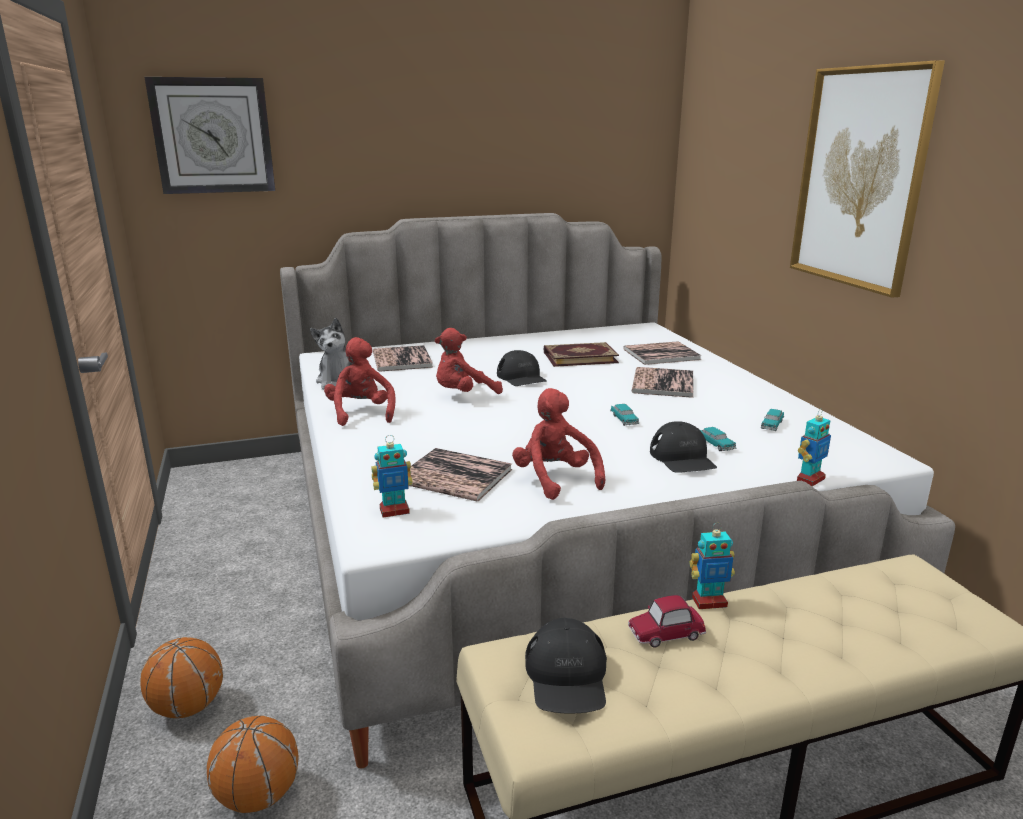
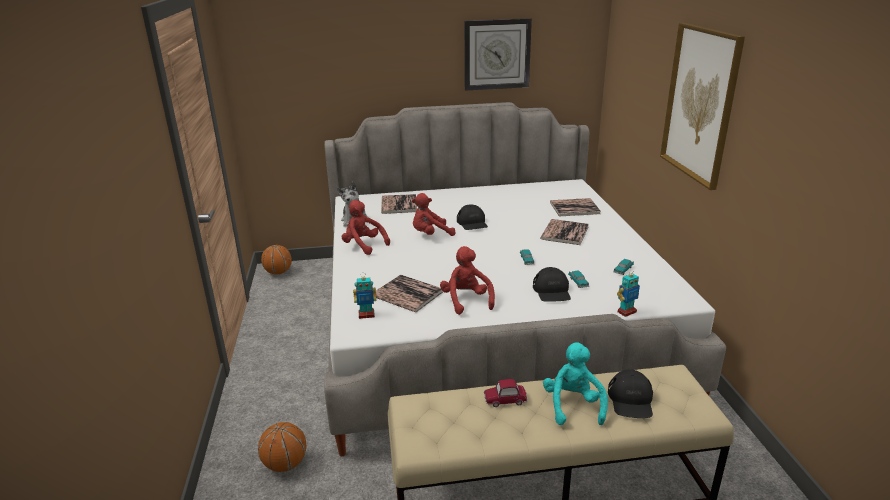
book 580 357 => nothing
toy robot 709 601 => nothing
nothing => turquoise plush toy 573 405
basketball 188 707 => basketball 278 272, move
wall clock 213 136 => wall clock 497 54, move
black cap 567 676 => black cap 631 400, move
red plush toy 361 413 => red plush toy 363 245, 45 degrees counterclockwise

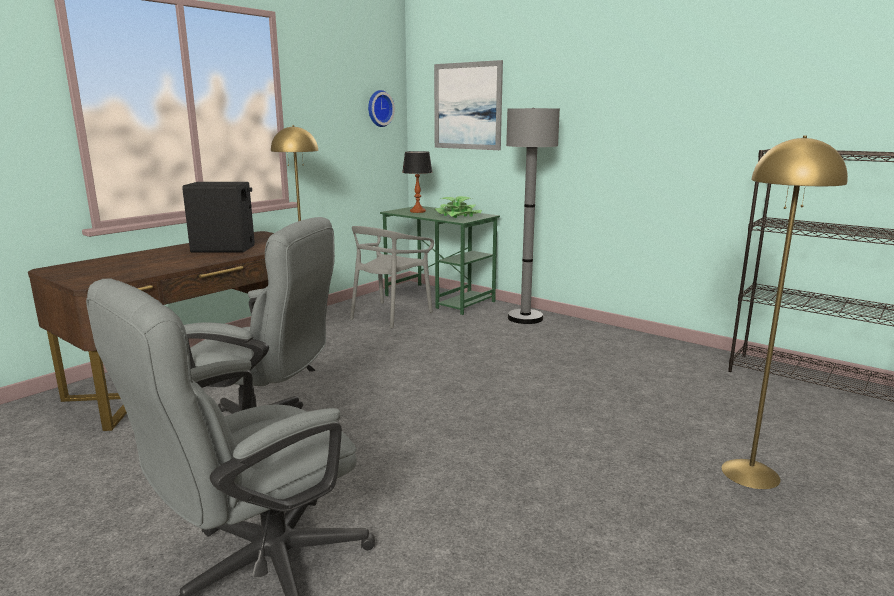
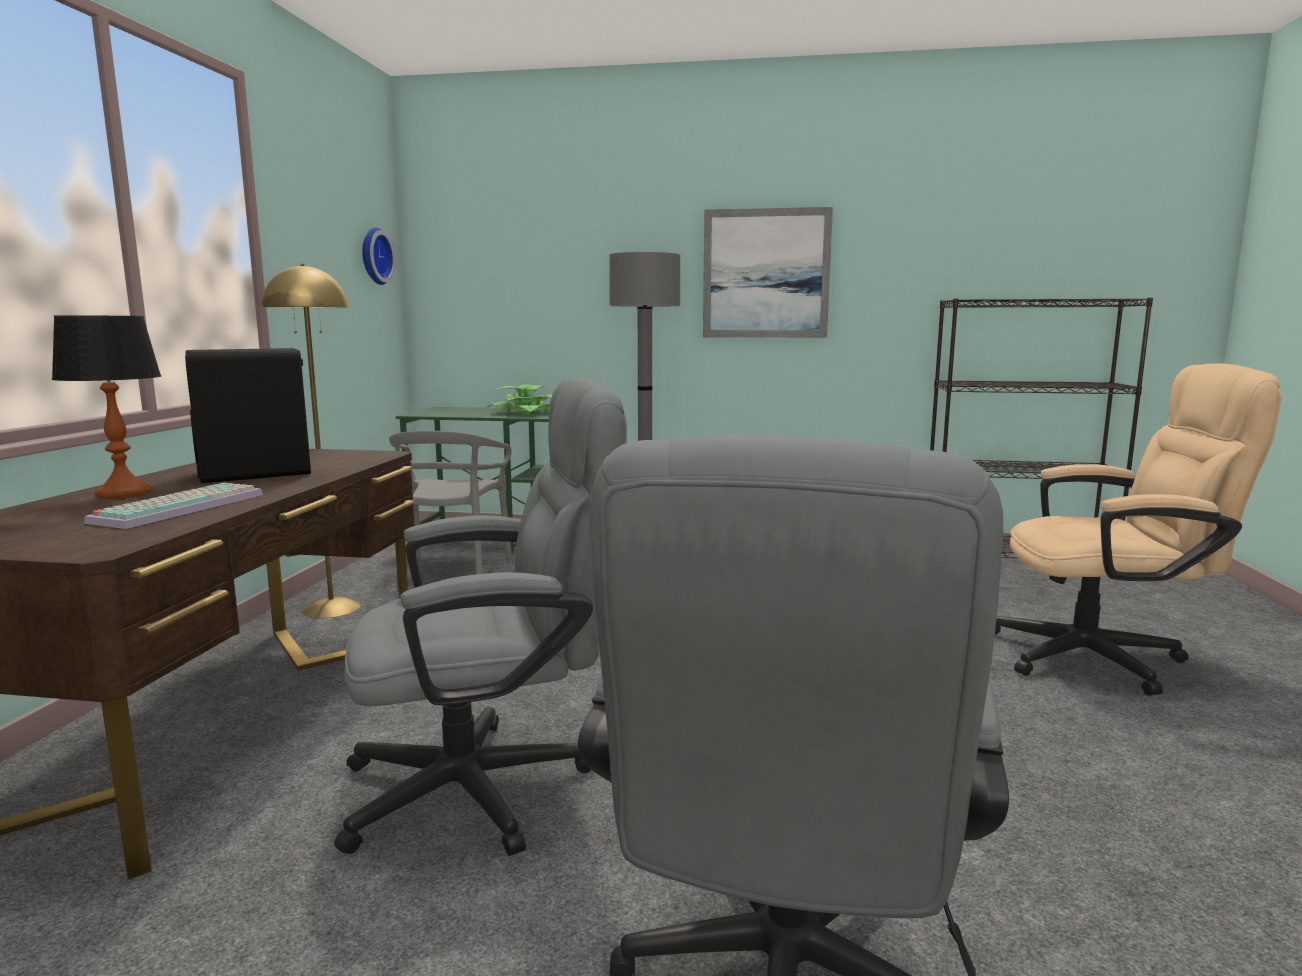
nothing => keyboard 180 507
table lamp 418 211 => table lamp 124 493, move
picture 467 106 => picture 766 274, move
yellow floor lamp 750 473 => beige office chair 1104 658

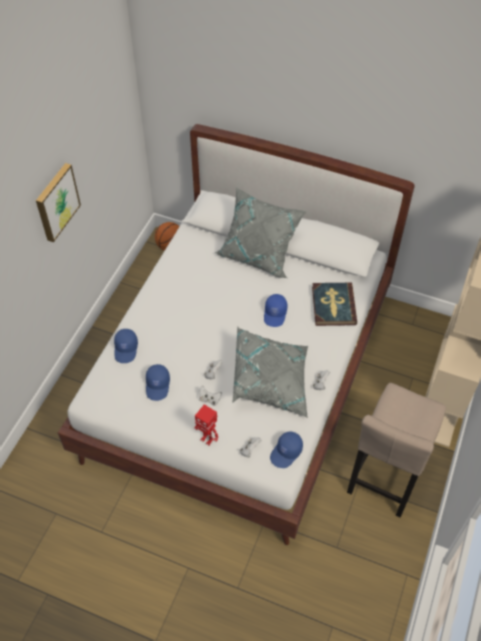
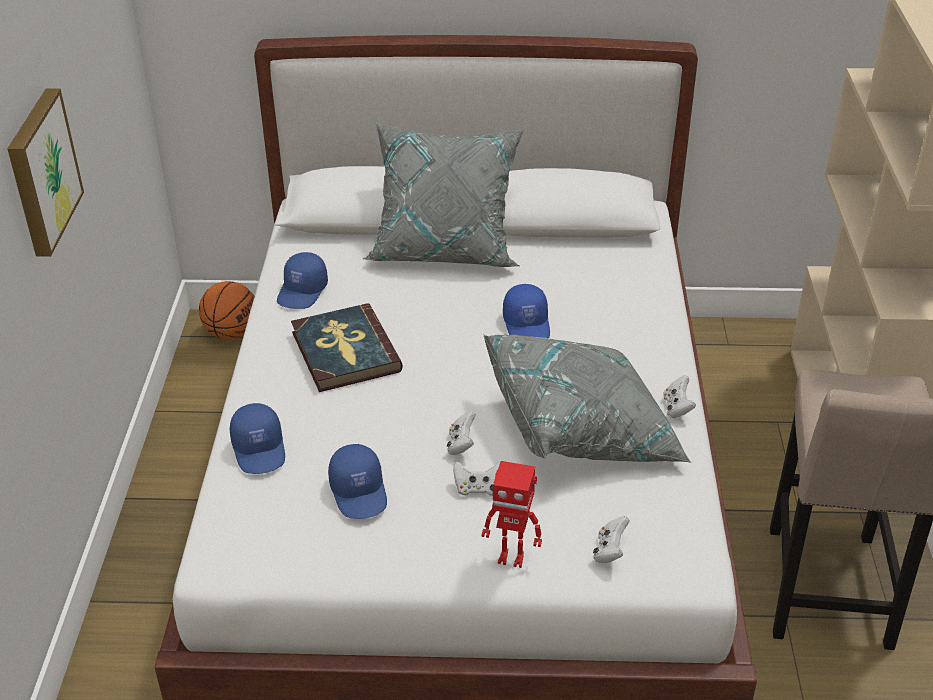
blue cap 286 453 => blue cap 303 292, move
book 333 306 => book 345 352, move

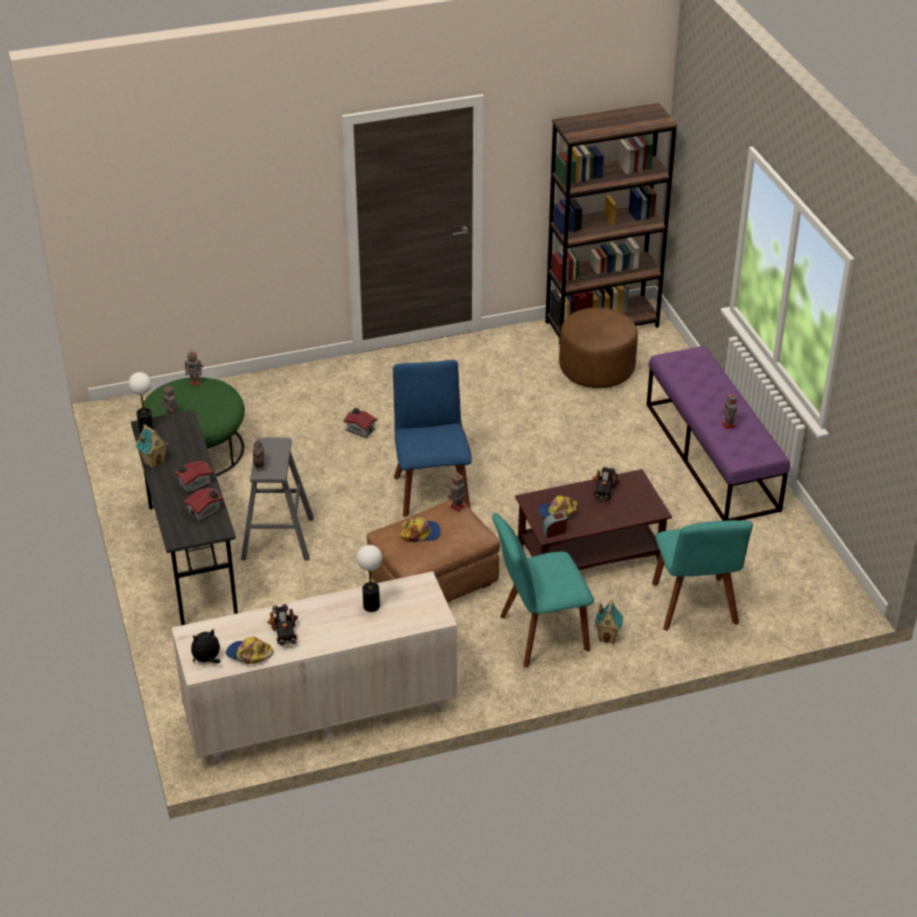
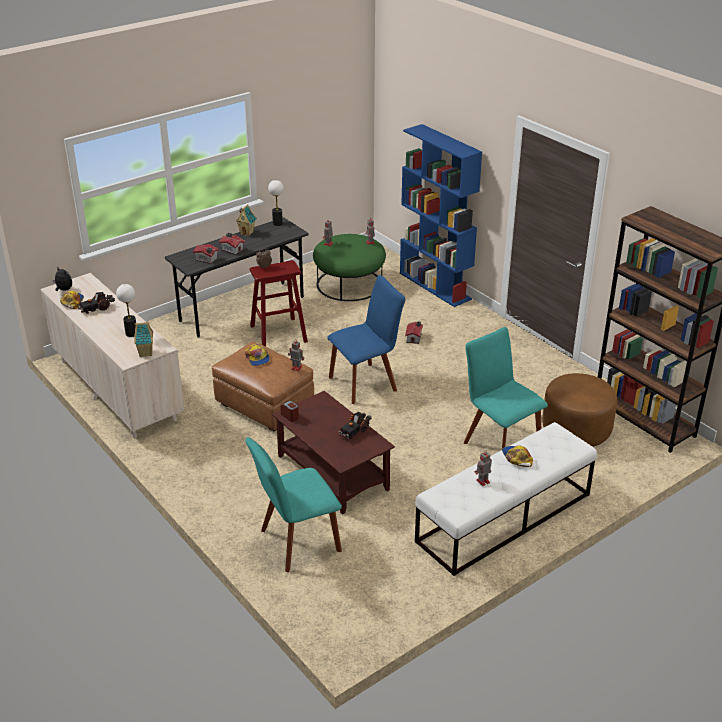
nothing => blue bookcase 435 286
turquoise chair 539 635 => turquoise chair 499 442, move
cap 557 511 => cap 516 458, move
toy house 608 637 => toy house 146 353, move
grey stool 277 538 => red stool 278 334
purple bench 711 457 => white bench 504 518
toy truck 604 490 => toy truck 354 431, 45 degrees counterclockwise

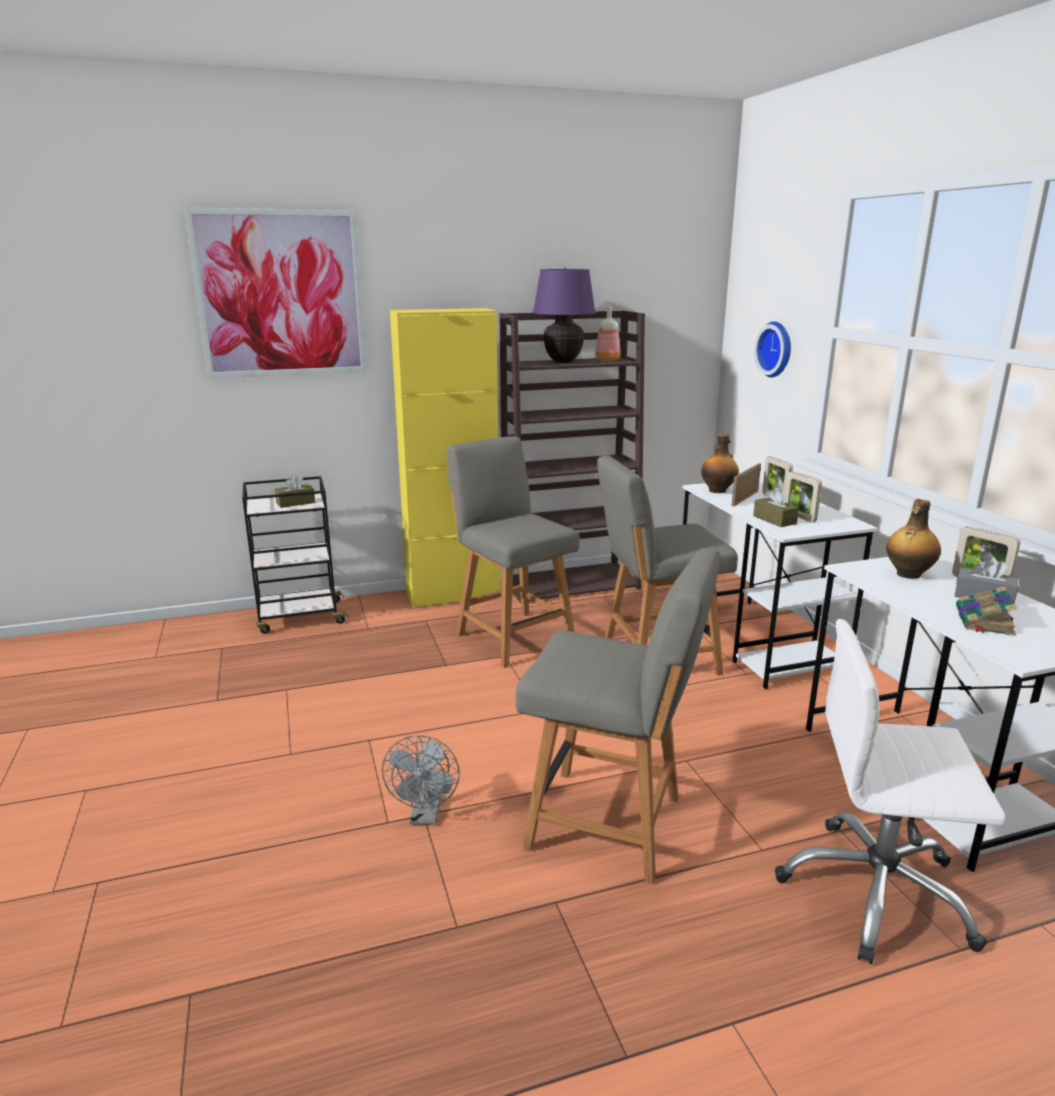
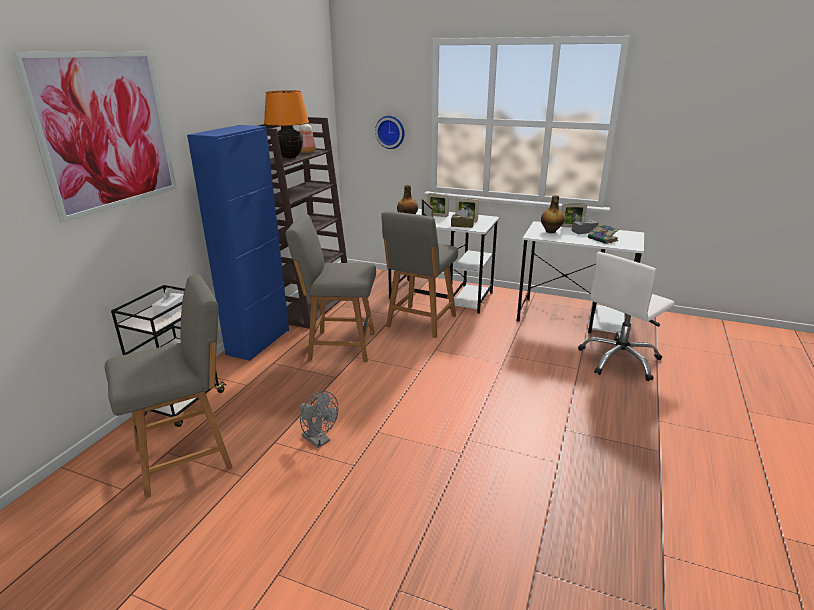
grey fan 425 816 => grey fan 319 441, move
grey chair 610 824 => grey chair 187 456, move
brown tissue box 295 503 => white tissue box 170 311
yellow cabinet 453 595 => blue cabinet 258 342
purple table lamp 563 362 => orange table lamp 290 157

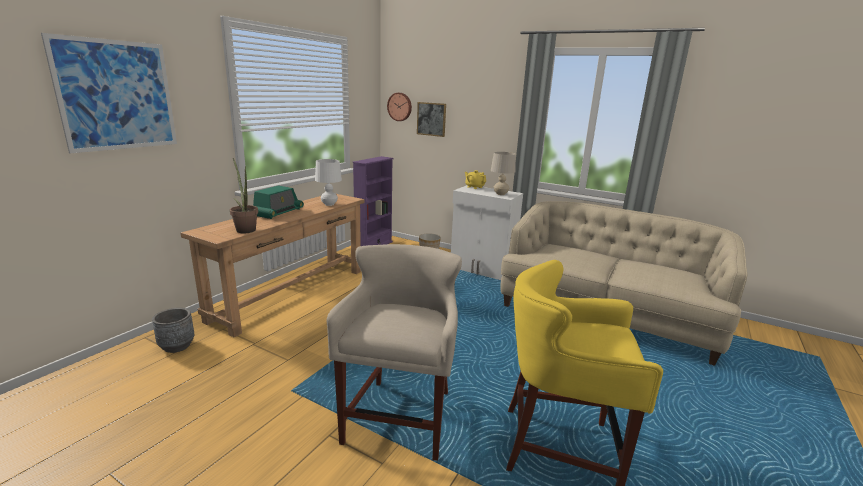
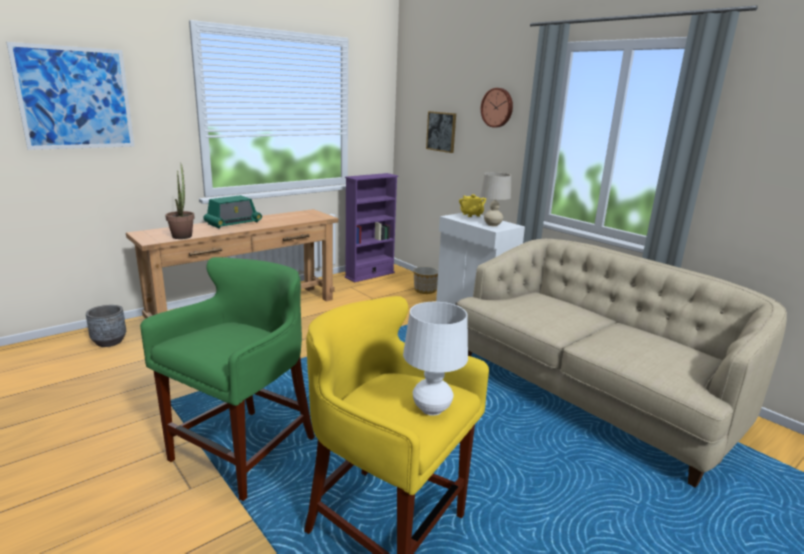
white table lamp 329 204 => white table lamp 431 409, move
wall clock 400 107 => wall clock 497 107, move
beige stool 400 419 => green stool 243 452

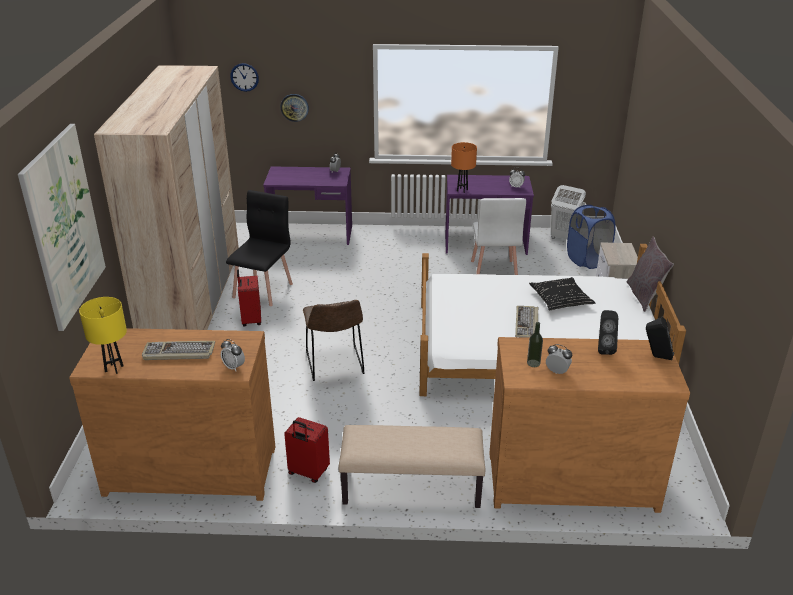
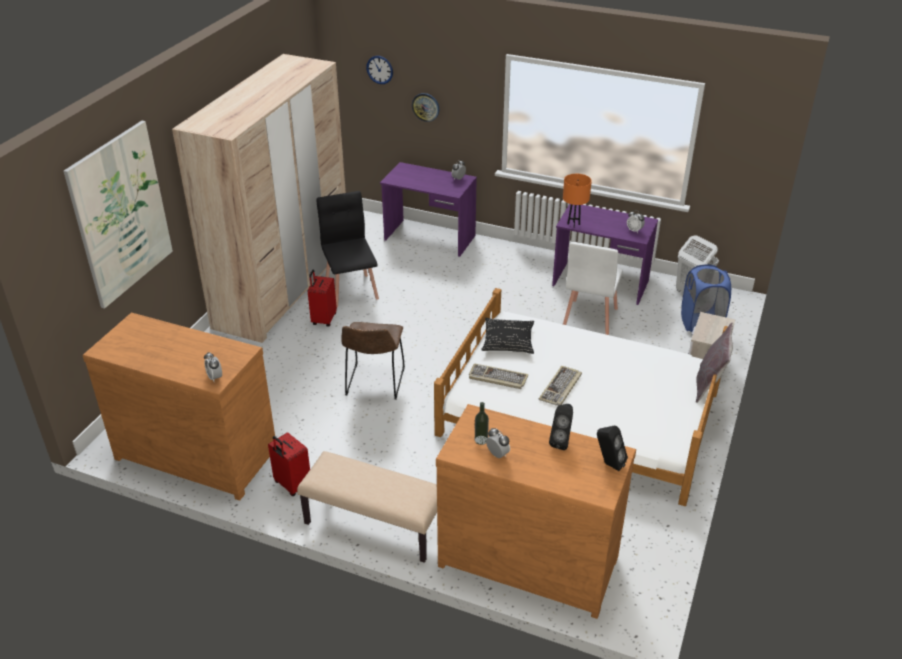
yellow table lamp 114 368 => nothing
keyboard 178 352 => keyboard 497 378, move
black pillow 560 299 => black pillow 508 341, move
black chair 263 290 => black chair 351 290, 60 degrees counterclockwise

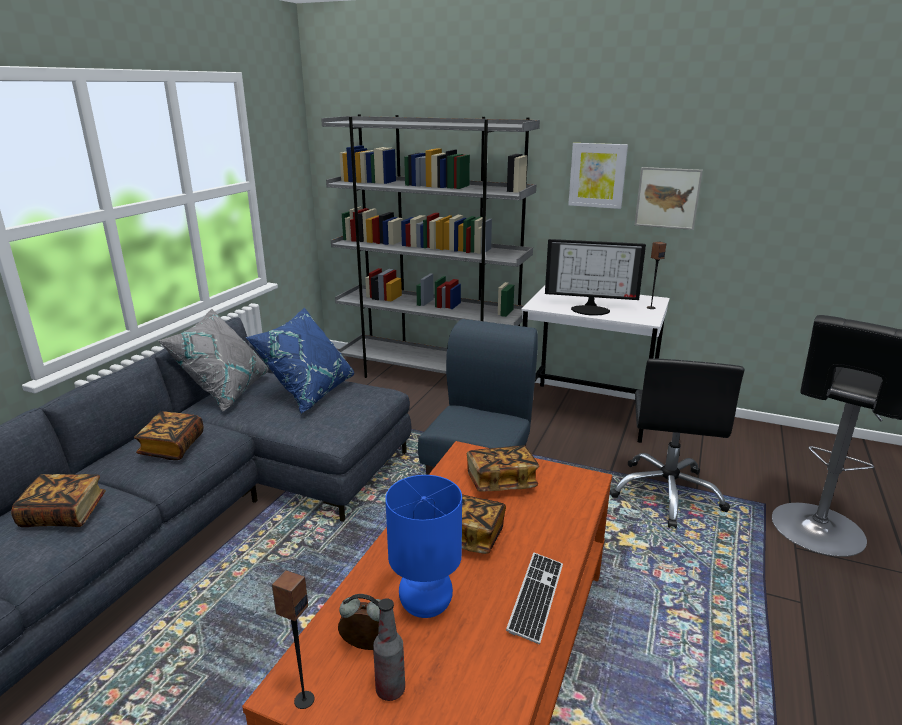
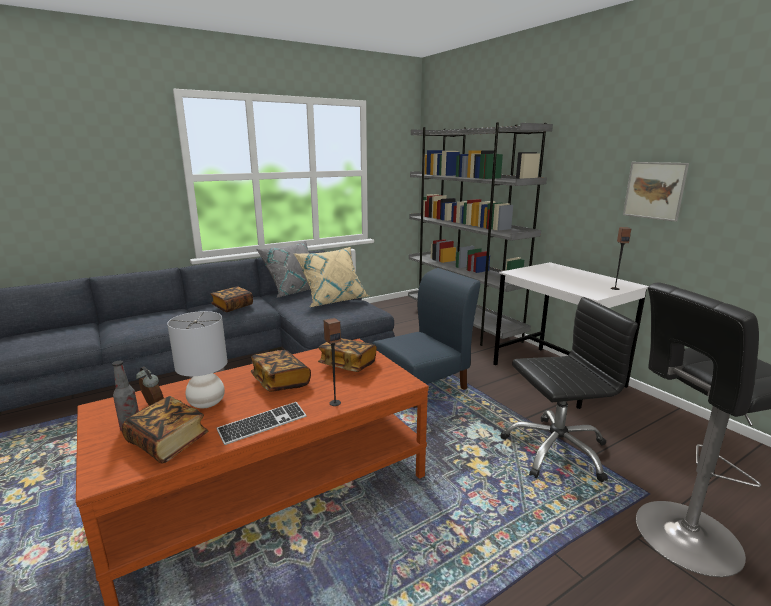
monitor 591 309 => nothing
picture 597 175 => nothing
book 64 514 => book 168 442, move
speaker 304 699 => speaker 335 403, move
blue pillow 309 392 => beige pillow 333 300
blue table lamp 426 604 => grey table lamp 207 402
black office chair 667 494 => black office chair 556 450, 150 degrees counterclockwise

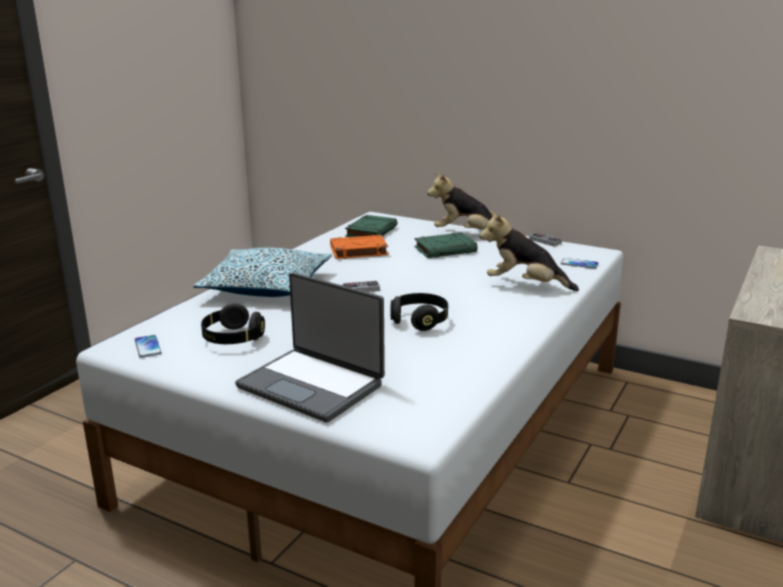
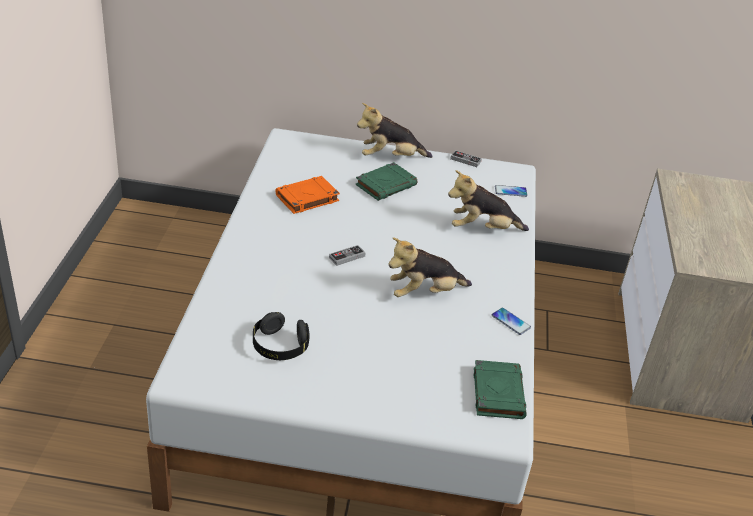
pillow 267 287 => nothing
laptop 312 385 => nothing
phone 148 347 => phone 510 322, move
green book 371 231 => green book 497 392, move
black headphones 419 321 => plush toy 424 293

